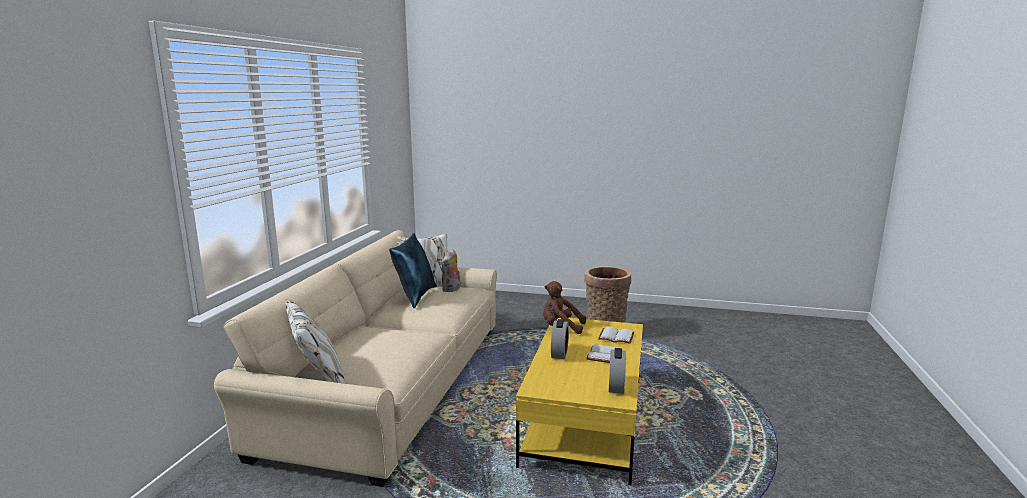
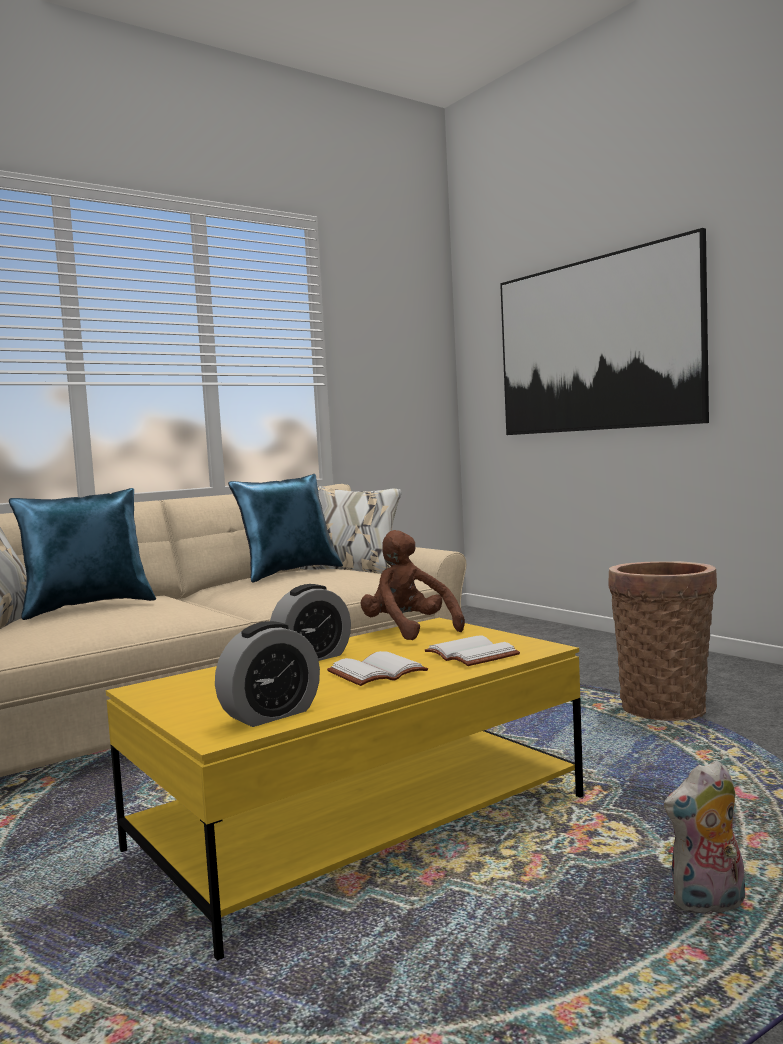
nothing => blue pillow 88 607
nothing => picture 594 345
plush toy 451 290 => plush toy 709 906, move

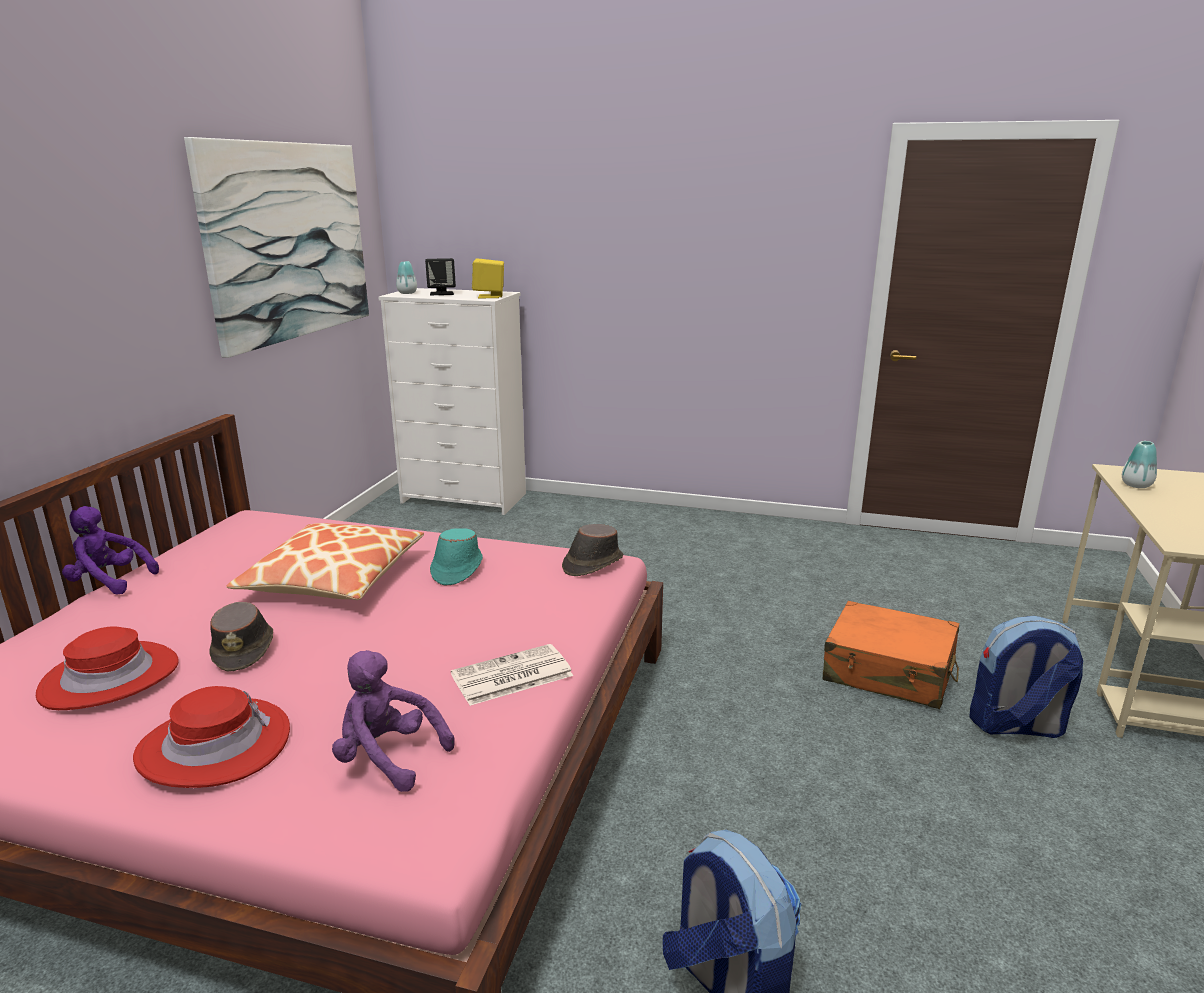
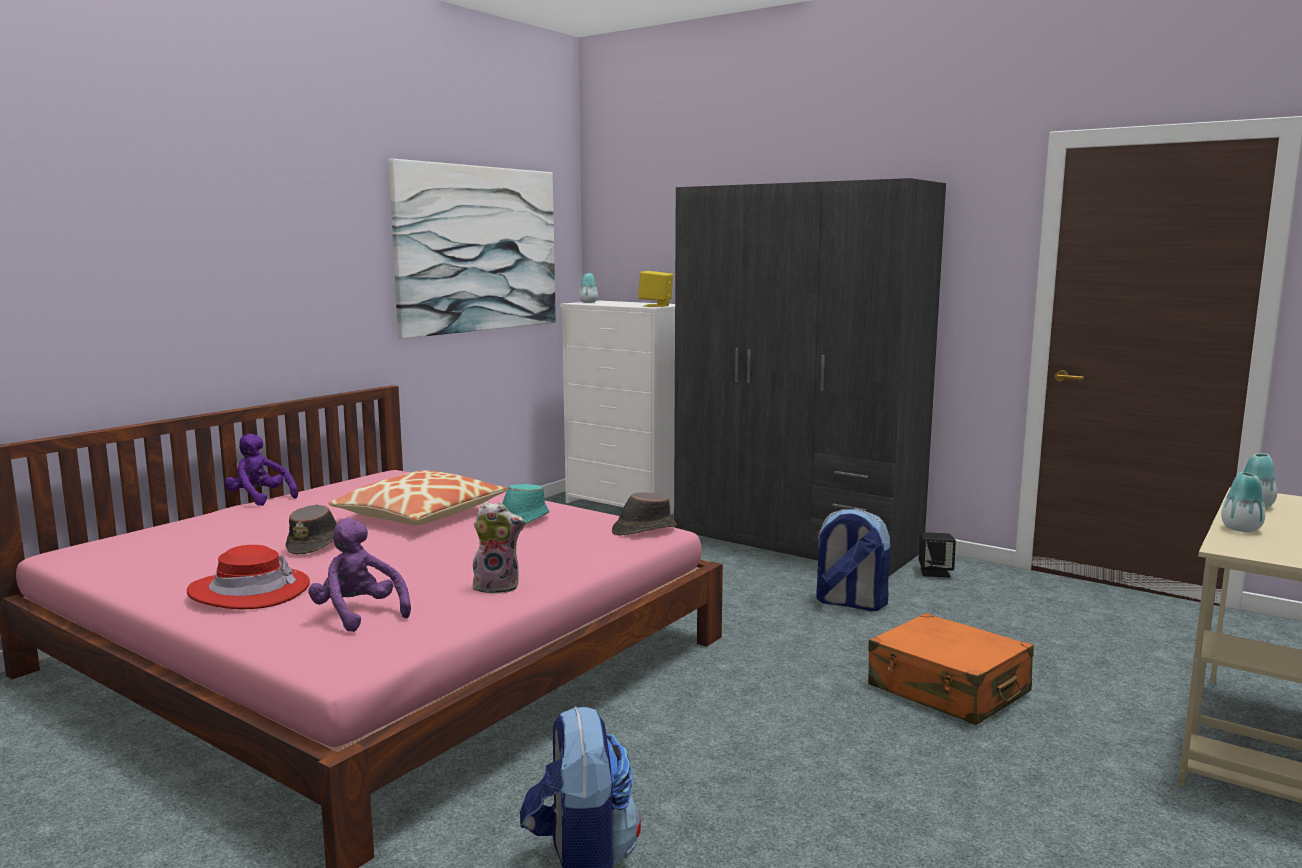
red hat 110 678 => nothing
nothing => grey wardrobe 795 541
nothing => vase 1241 529
black speaker 442 293 => black speaker 935 572, move
backpack 1015 726 => backpack 849 603, move
newspaper 511 676 => plush toy 498 586

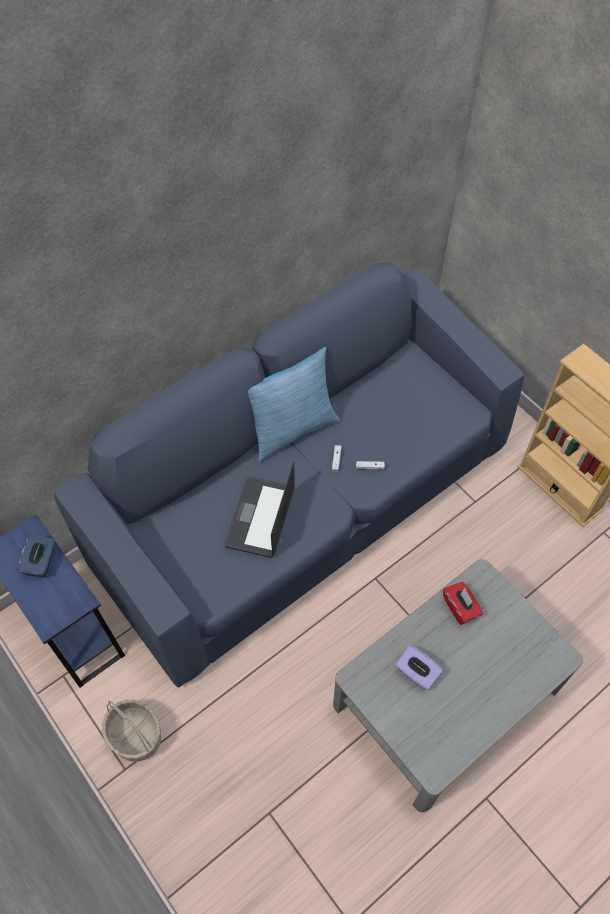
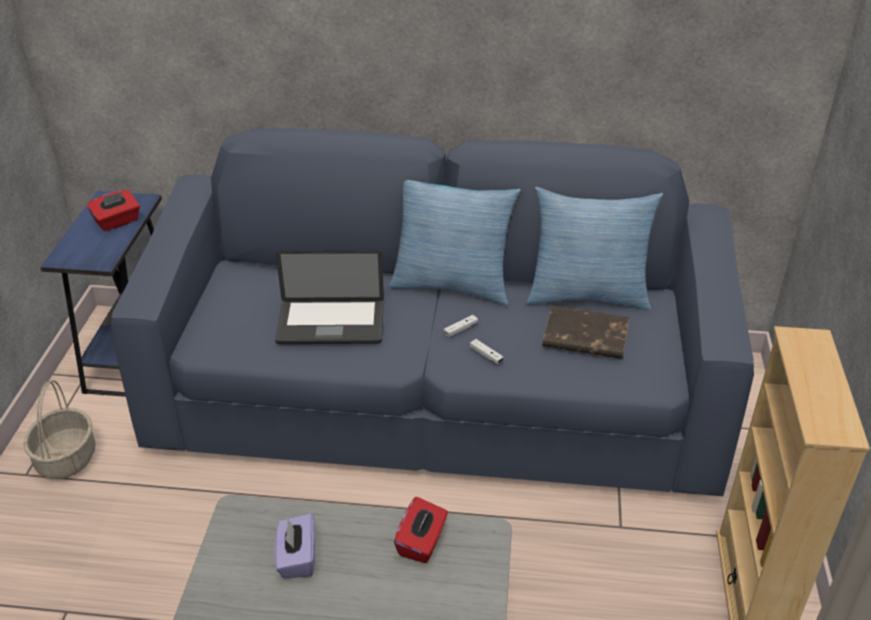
nothing => pillow 587 295
nothing => brown book 584 337
blue tissue box 41 562 => red tissue box 117 222
laptop 260 517 => laptop 331 324, 150 degrees counterclockwise

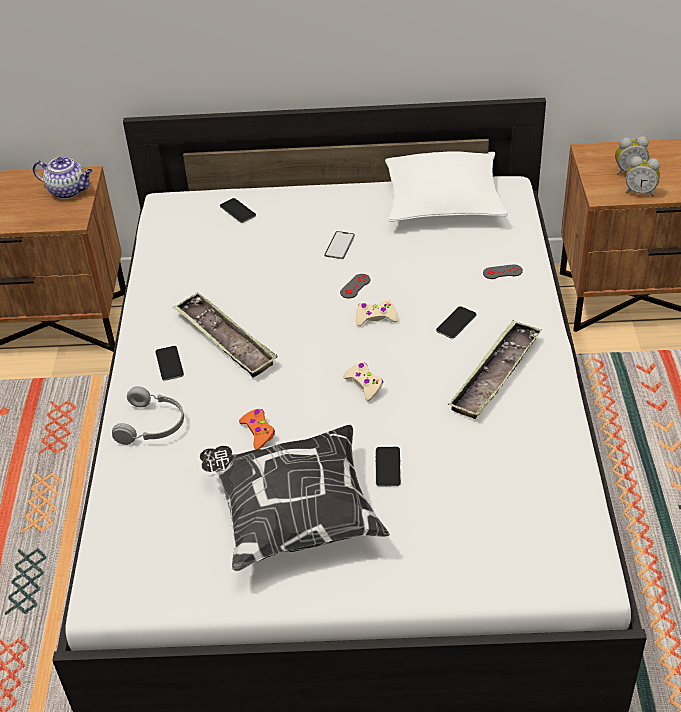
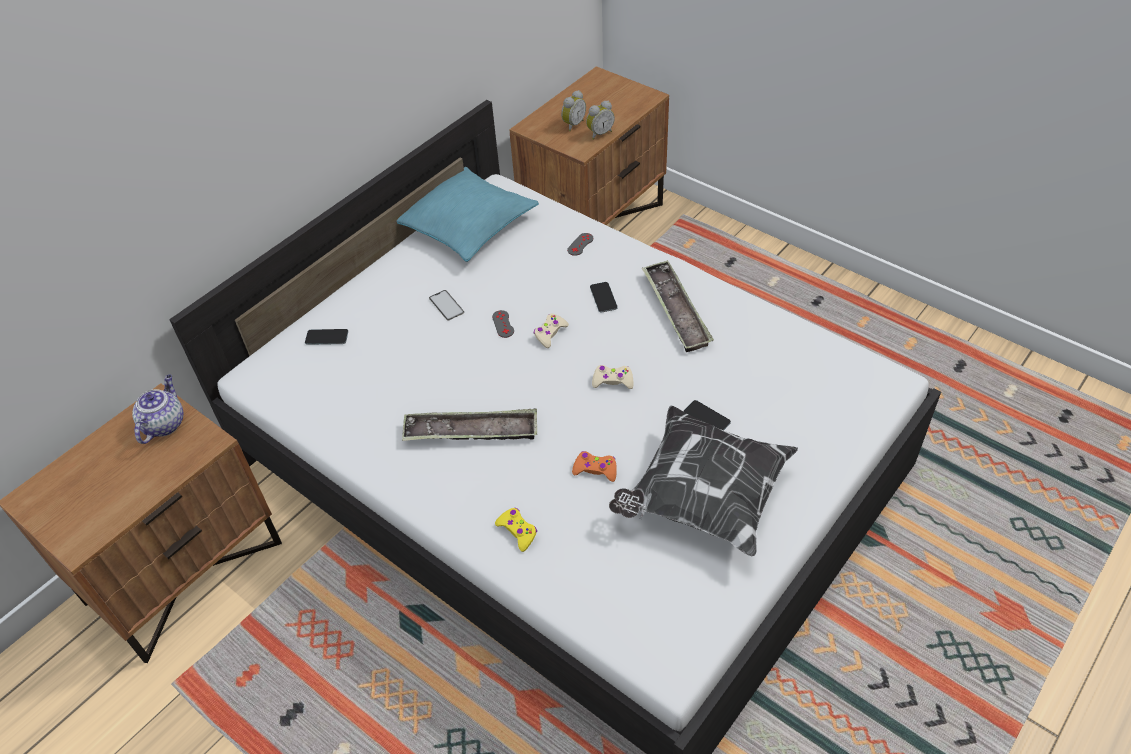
phone 169 363 => nothing
grey headphones 153 425 => yellow game controller 517 531
white pillow 443 199 => turquoise pillow 467 224
teapot 68 191 => teapot 164 423, 45 degrees counterclockwise

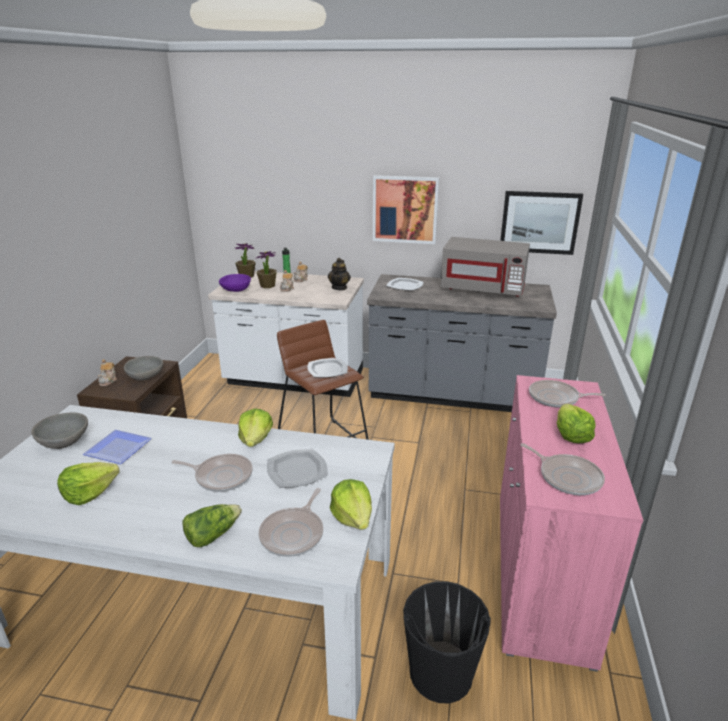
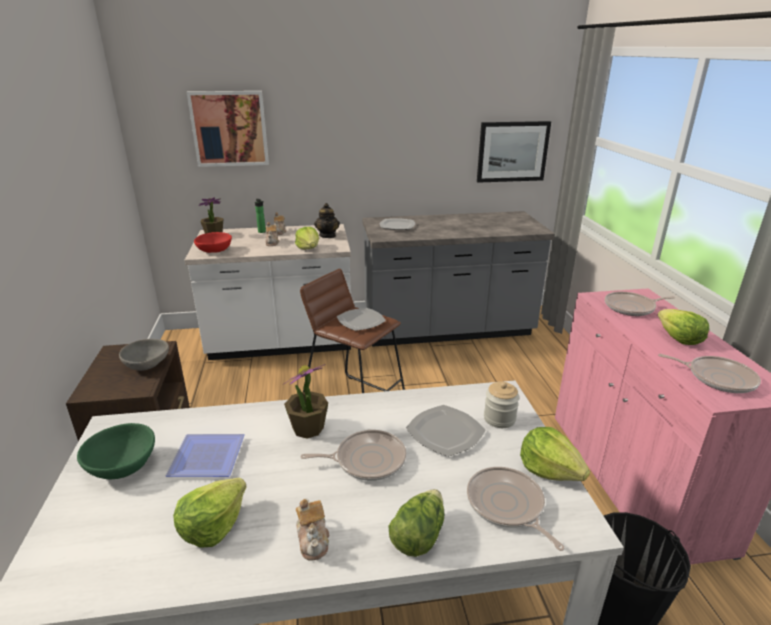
grey microwave 483 289 => nothing
nothing => jar 499 418
teapot 108 381 => teapot 313 540, move
lettuce 256 439 => lettuce 308 248, move
potted plant 267 285 => potted plant 308 428, move
picture 405 209 => picture 229 129, move
grey bowl 64 442 => green bowl 123 467
purple bowl 235 290 => red bowl 214 251
frying pan 294 533 => frying pan 507 506, 150 degrees clockwise

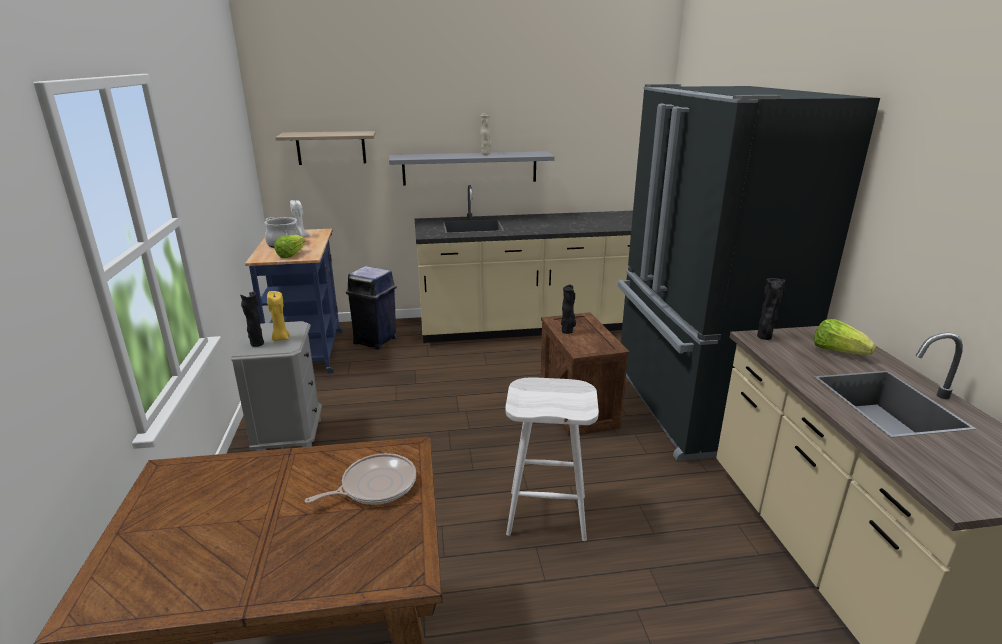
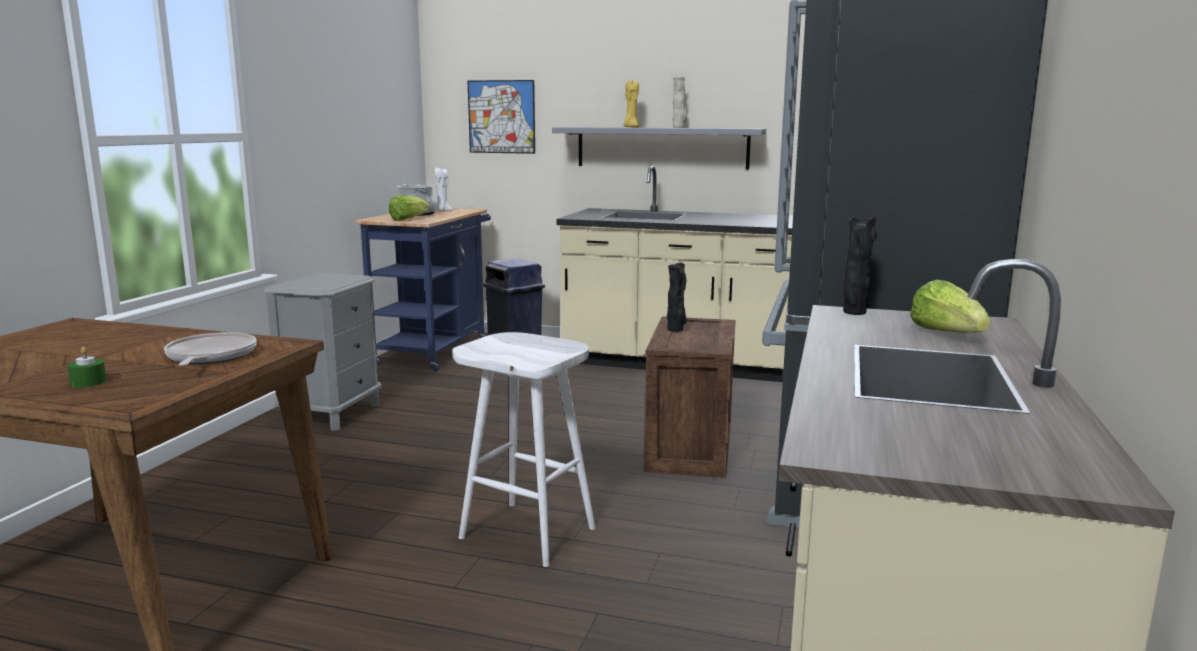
black vase 257 344 => nothing
nothing => green candle 88 382
yellow candle 280 338 => yellow candle 631 127, move
shelf 331 148 => picture 501 117
frying pan 375 486 => frying pan 210 357, 90 degrees counterclockwise

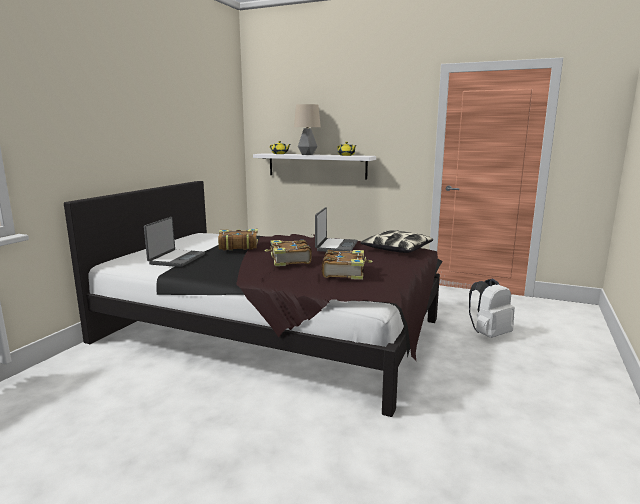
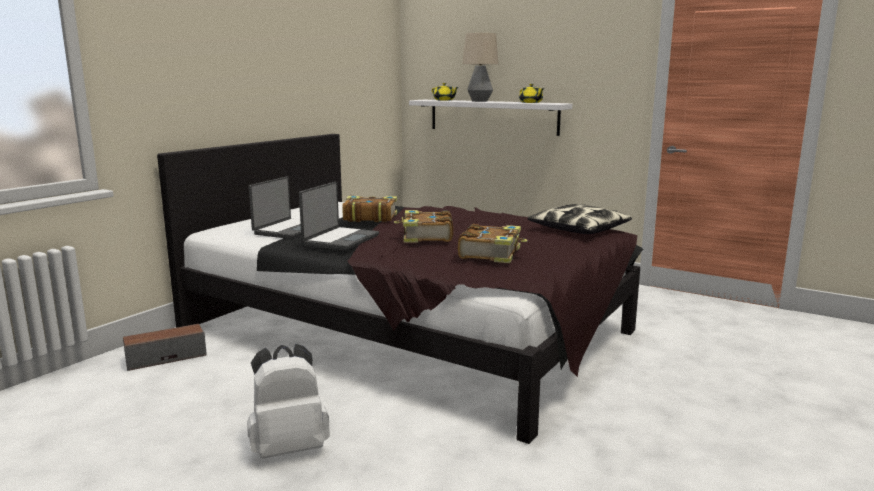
nothing => speaker 166 357
laptop 335 246 => laptop 340 240, move
white backpack 489 334 => white backpack 289 448, move

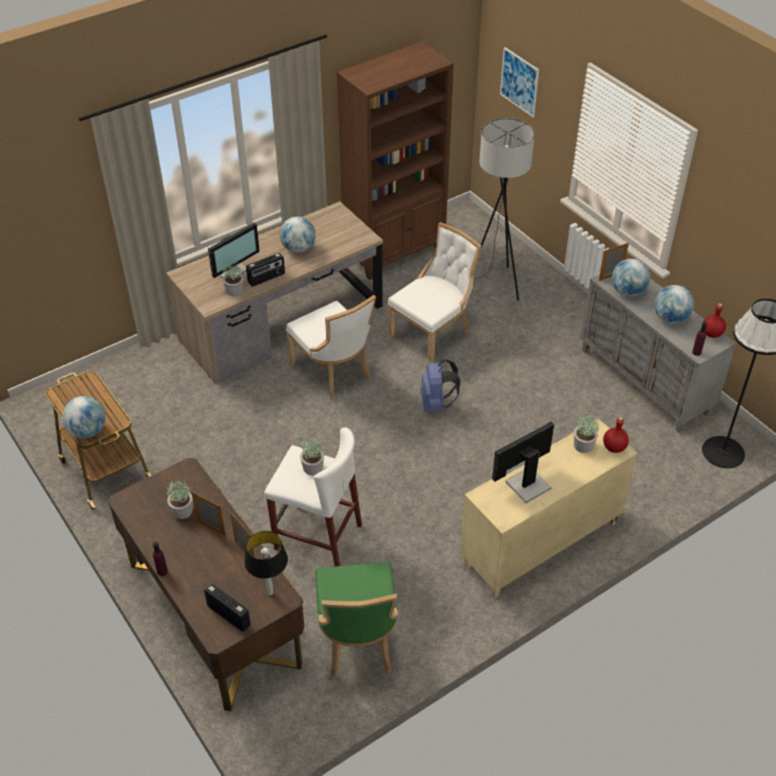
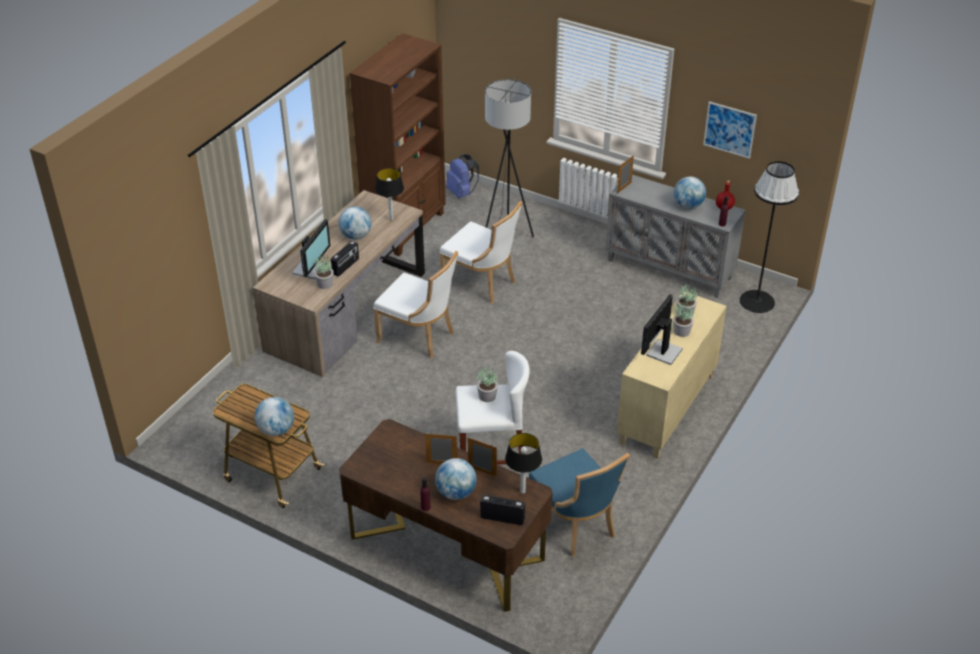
red bottle 614 447 => nothing
nothing => table lamp 391 219
potted plant 182 511 => potted plant 682 331, move
blue backpack 436 403 => blue backpack 462 193, move
picture 519 82 => picture 729 129, move
globe 628 292 => globe 456 493, move
green chair 358 641 => blue chair 575 525
white chair 433 335 => white chair 482 283, 105 degrees clockwise

